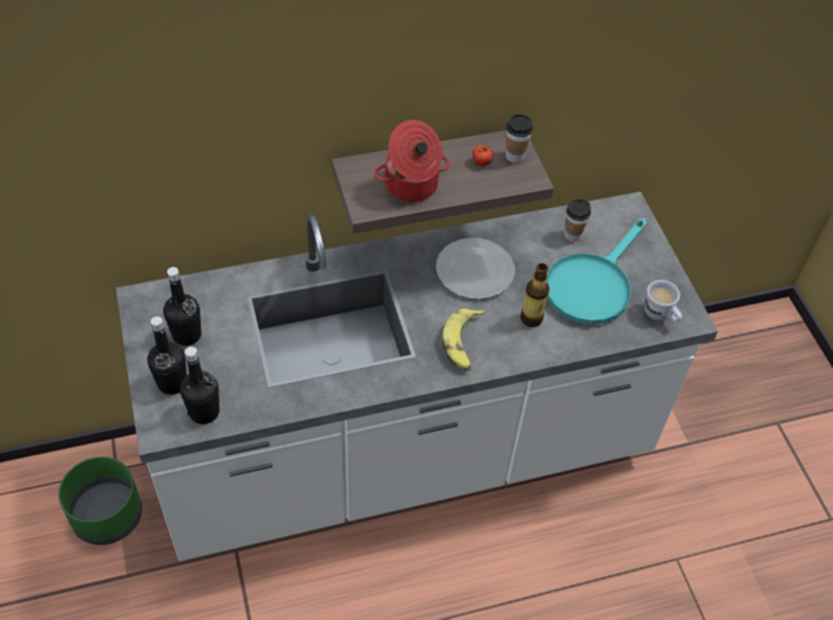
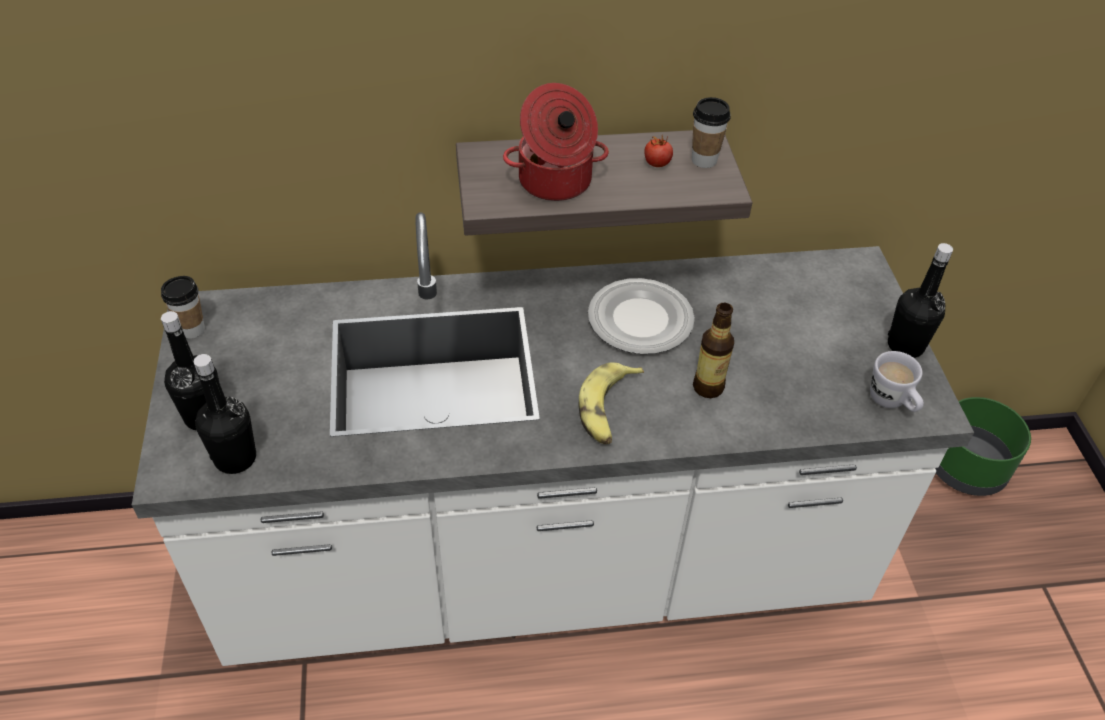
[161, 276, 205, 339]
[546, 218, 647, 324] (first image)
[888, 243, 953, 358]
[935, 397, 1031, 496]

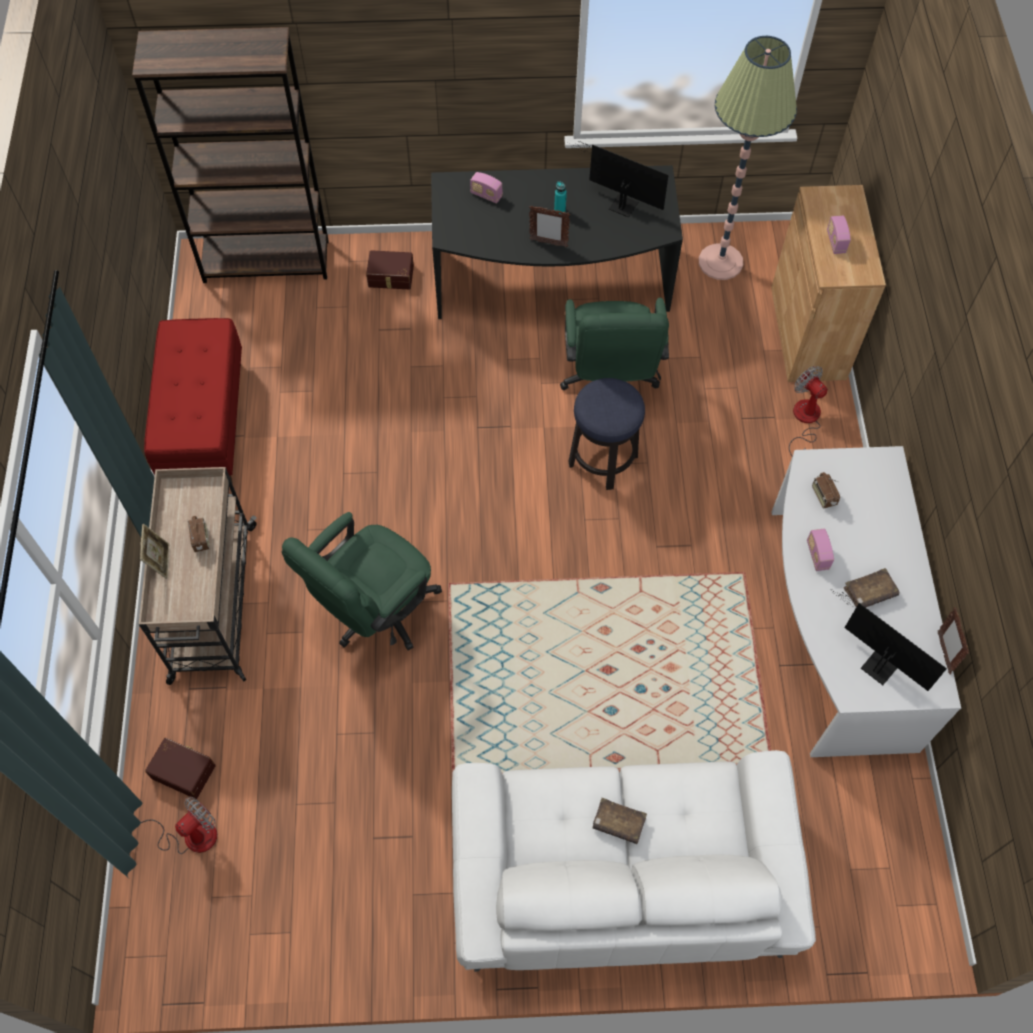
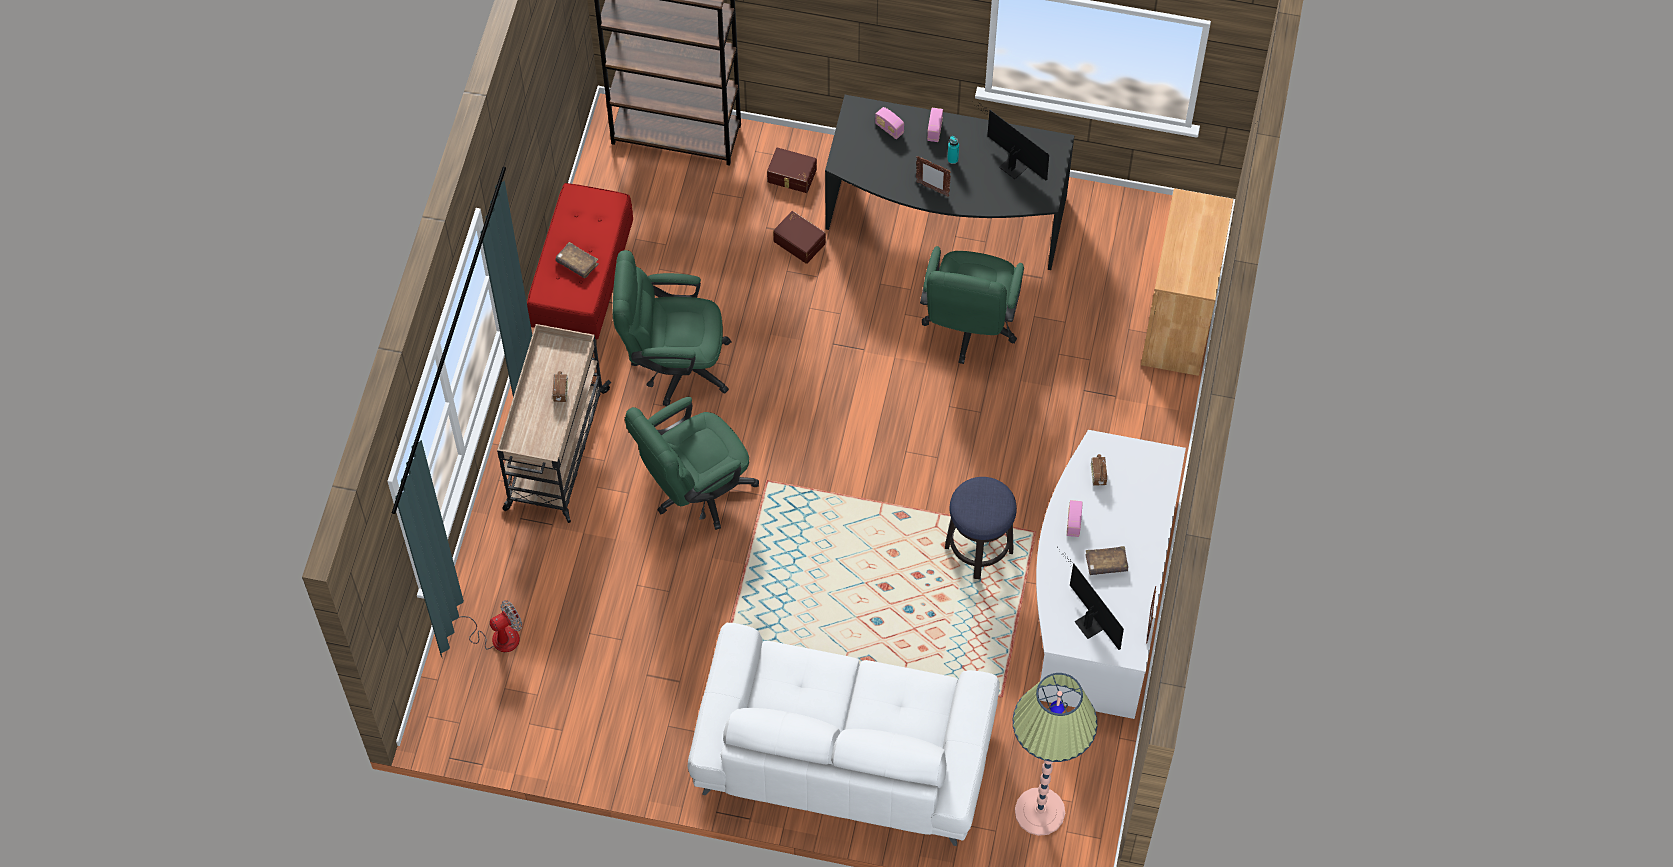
[1013, 673, 1097, 836]
[927, 108, 943, 142]
[789, 366, 828, 456] (first image)
[945, 477, 1017, 579]
[140, 524, 169, 579] (first image)
[773, 211, 826, 264]
[555, 242, 599, 278]
[613, 250, 732, 406]

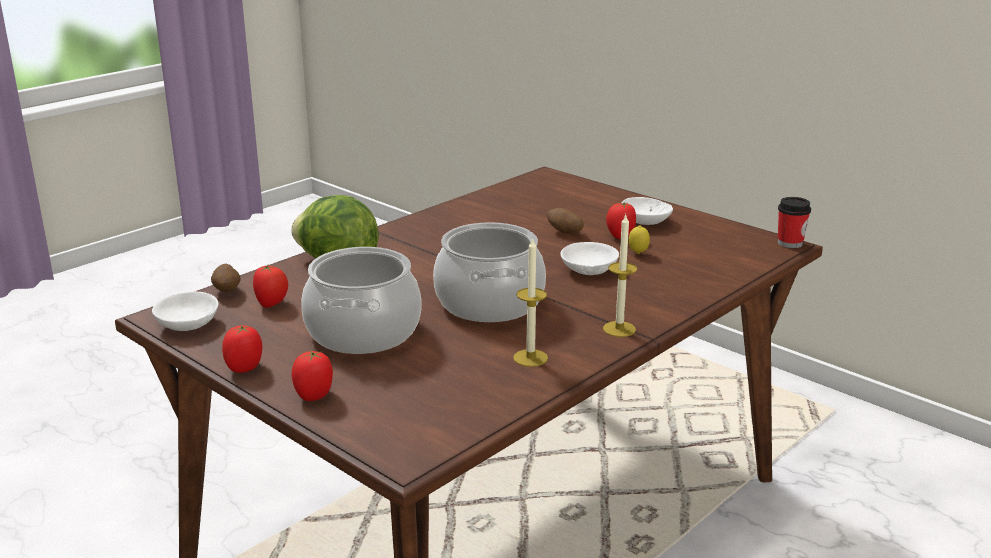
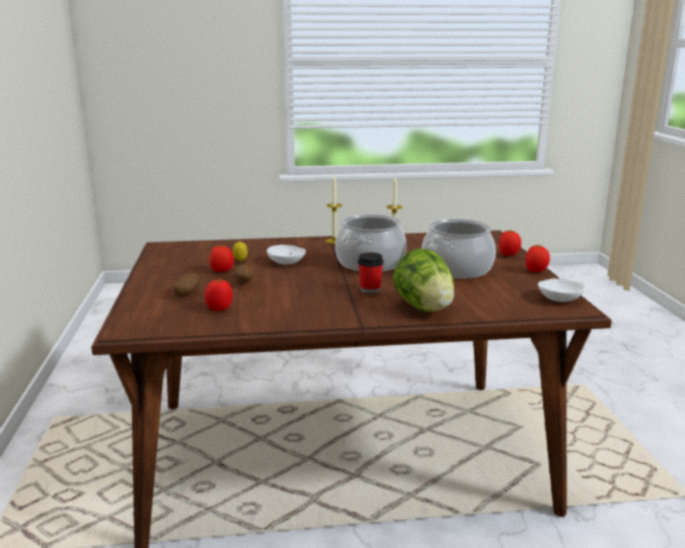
[622, 197, 673, 225] (first image)
[358, 252, 384, 294]
[173, 273, 200, 296]
[205, 279, 233, 311]

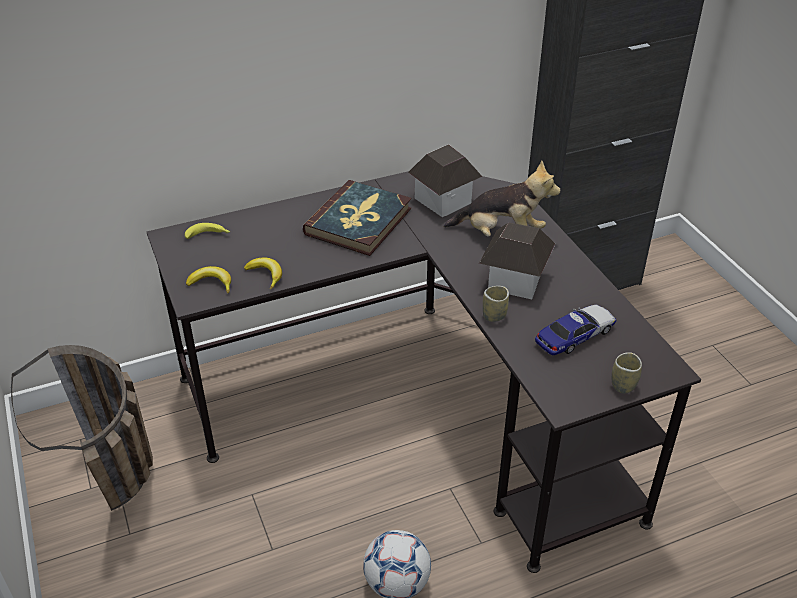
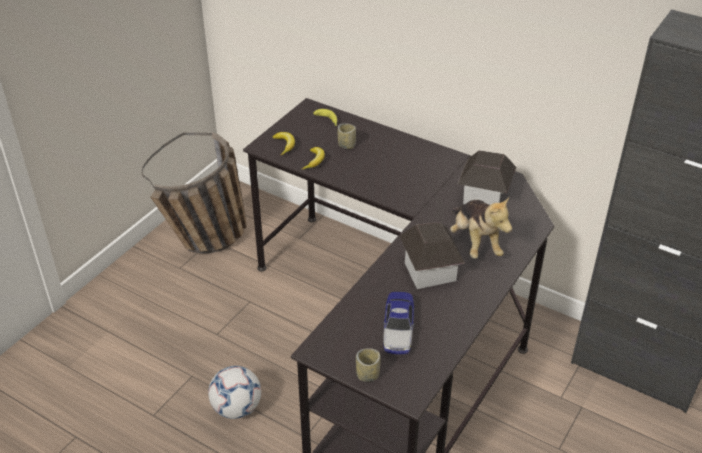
[303, 180, 411, 256] (first image)
[338, 123, 356, 149]
[383, 292, 414, 354]

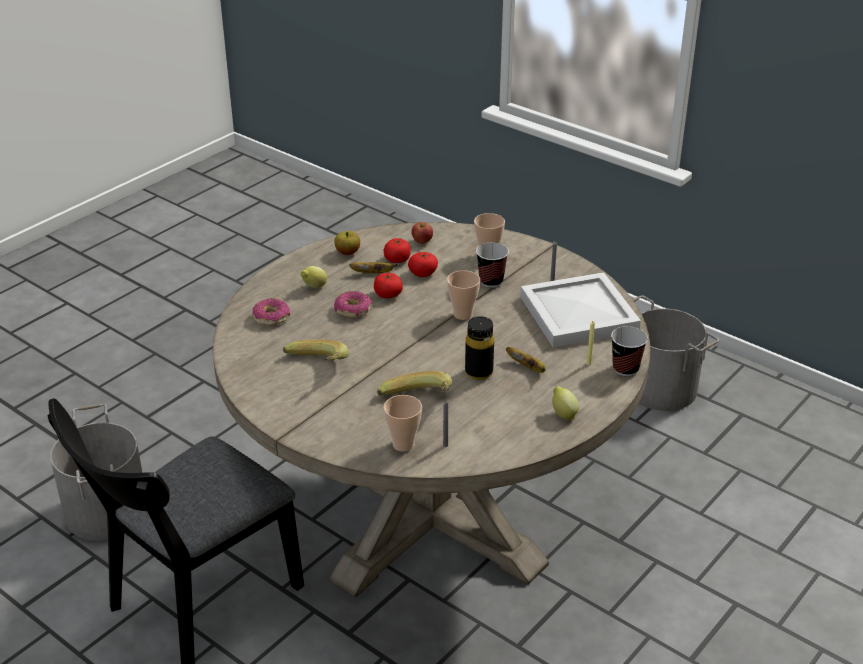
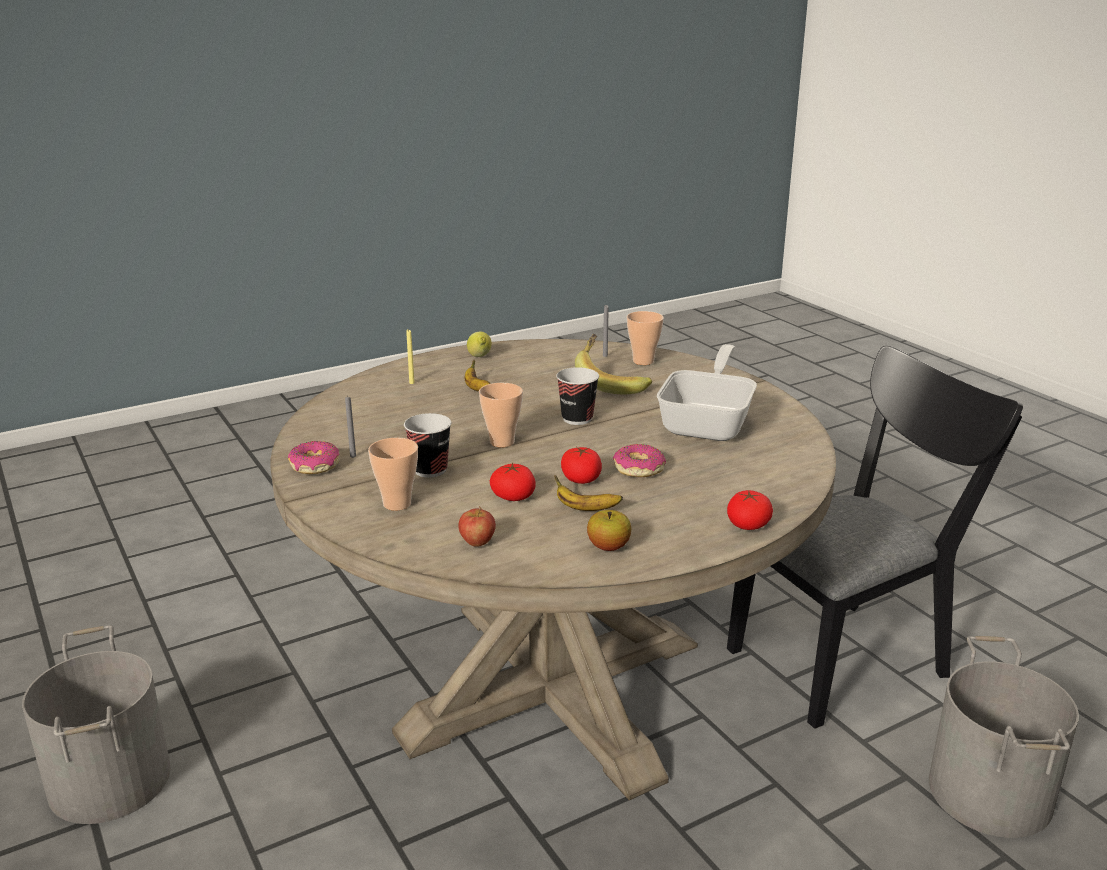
[727, 490, 773, 530]
[301, 266, 327, 288] (first image)
[520, 272, 641, 347] (first image)
[288, 441, 340, 474]
[465, 316, 494, 380] (first image)
[556, 367, 599, 425]
[657, 344, 757, 441]

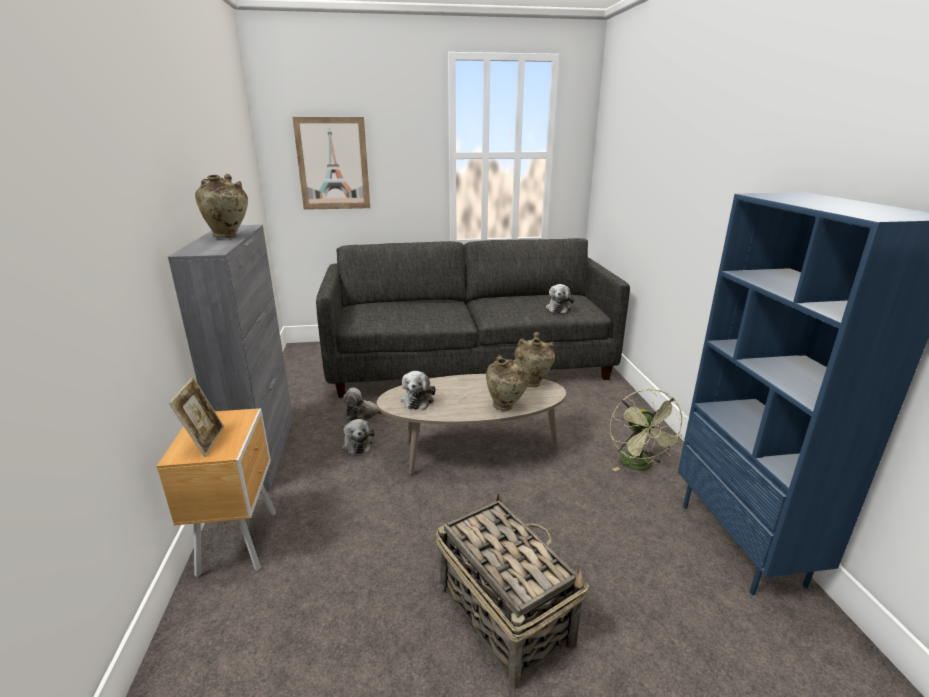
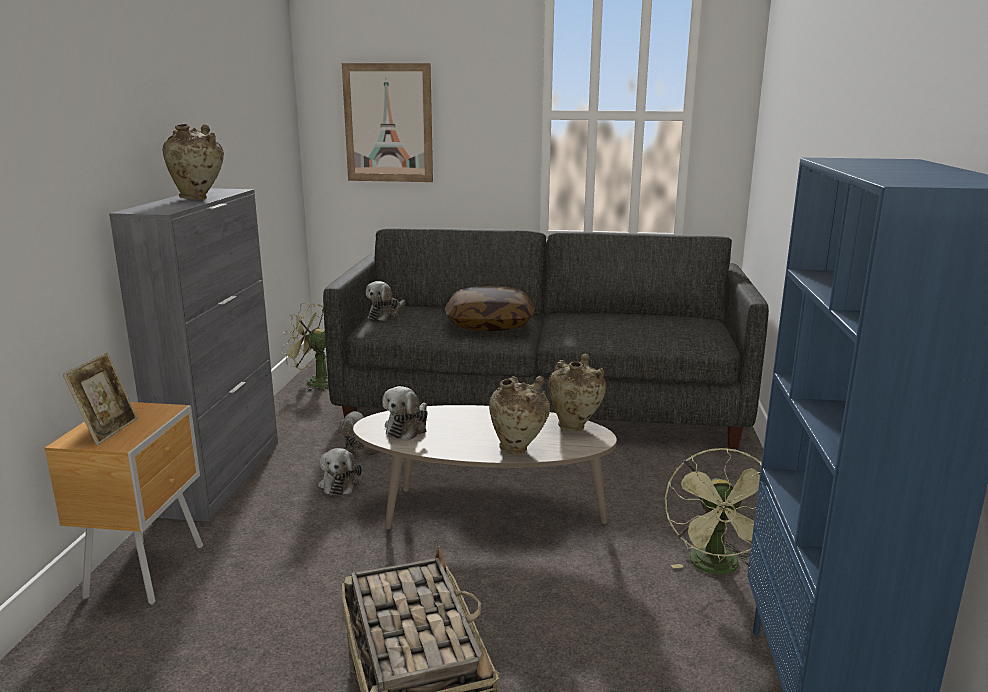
[366, 281, 405, 321]
[445, 285, 535, 331]
[282, 303, 329, 391]

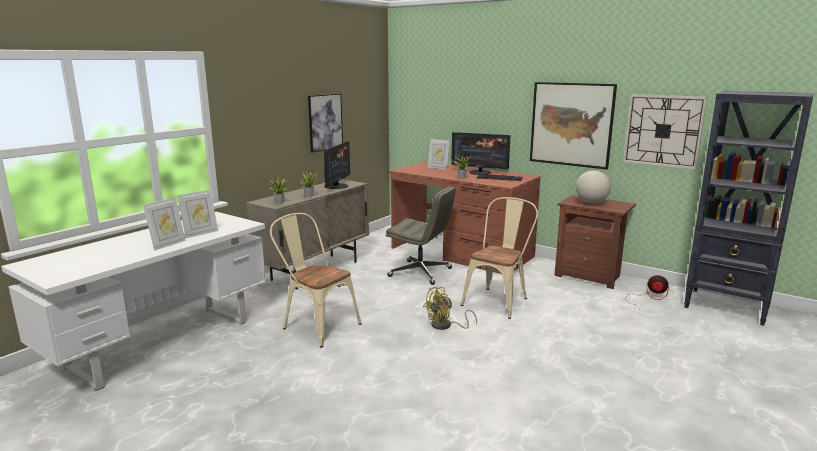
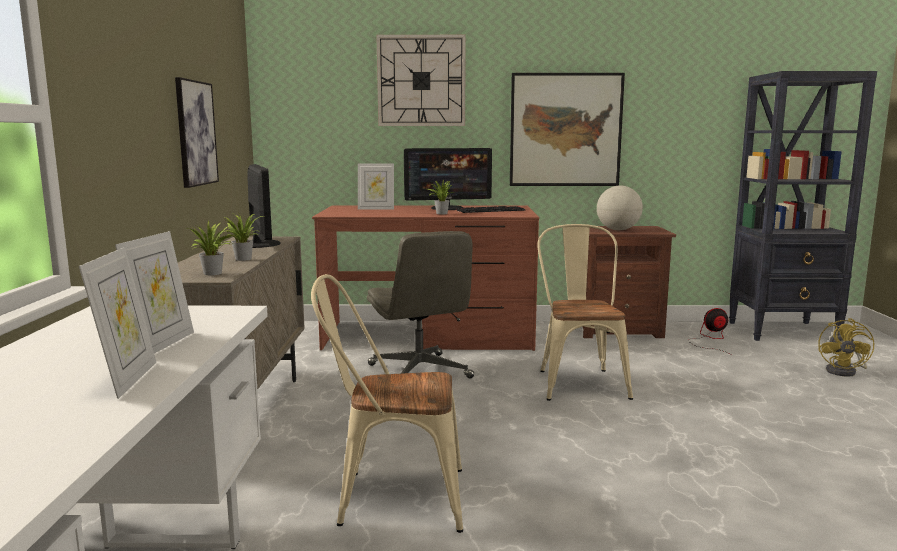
[376, 35, 466, 126]
[367, 231, 474, 378]
[818, 318, 874, 377]

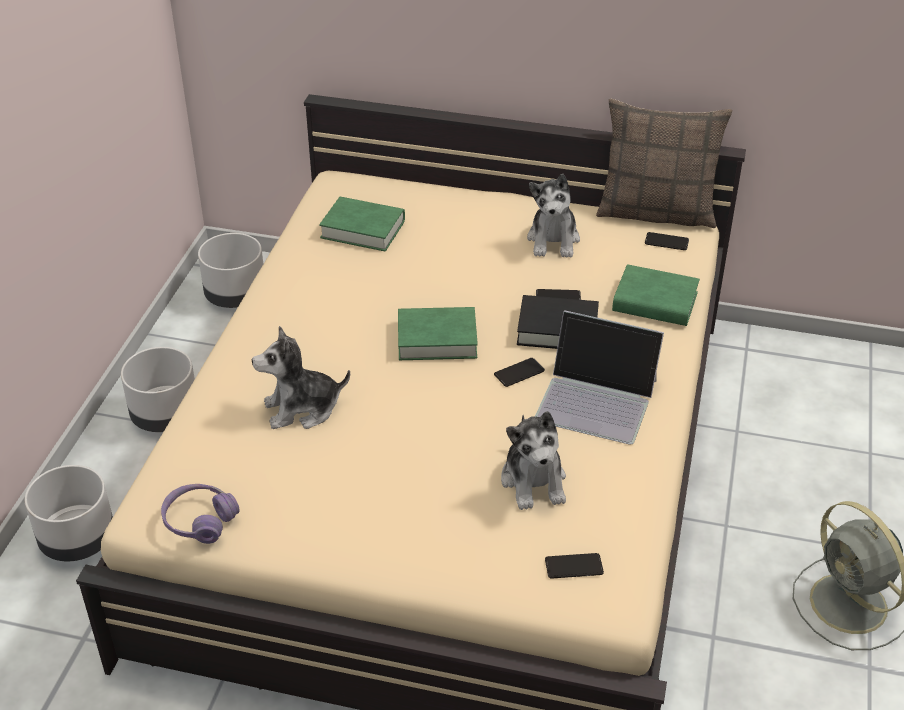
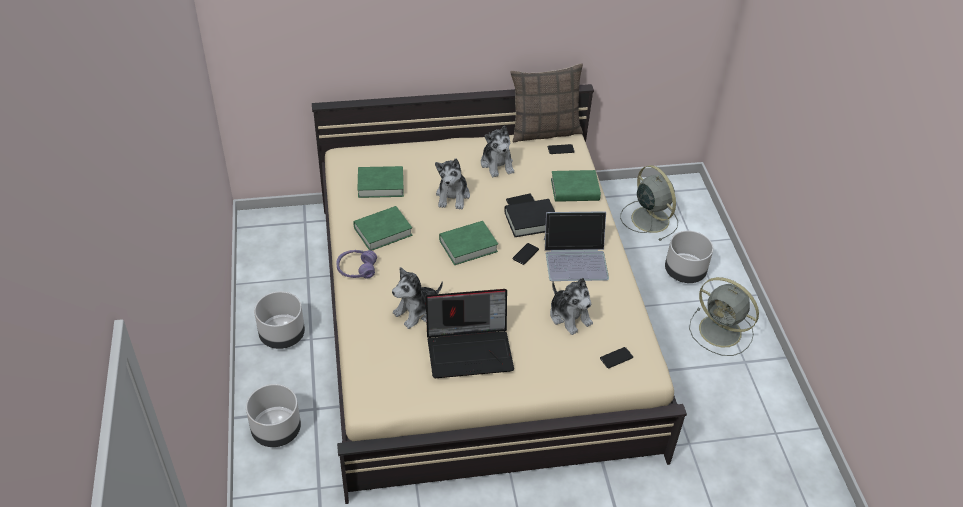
[665, 231, 713, 283]
[336, 250, 377, 279]
[435, 159, 470, 210]
[620, 165, 678, 241]
[353, 206, 412, 251]
[426, 289, 514, 378]

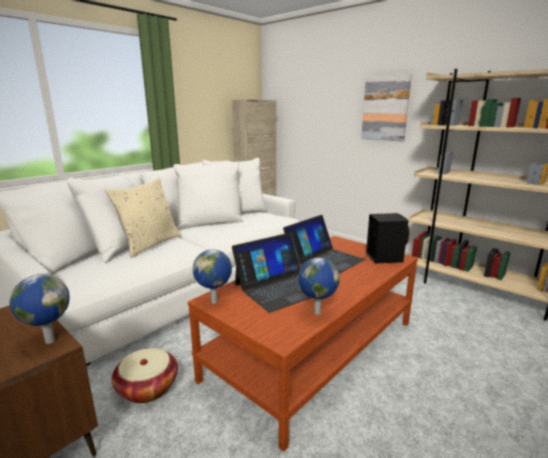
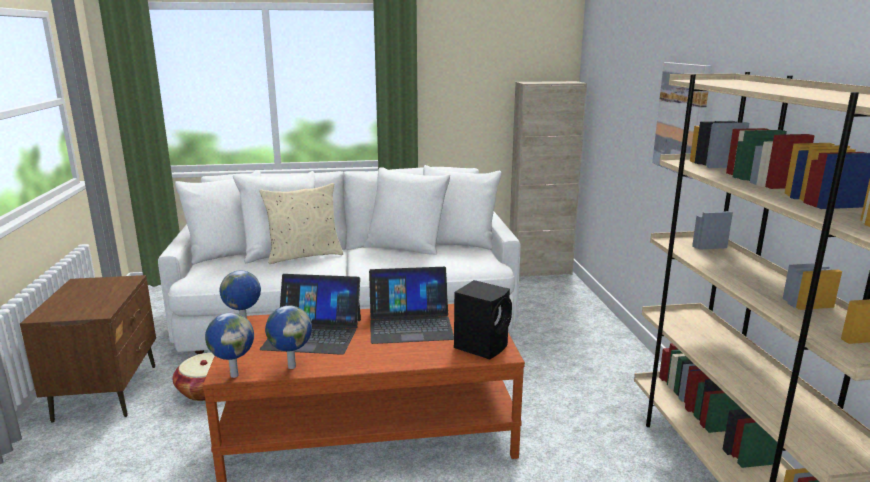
[205, 313, 254, 378]

